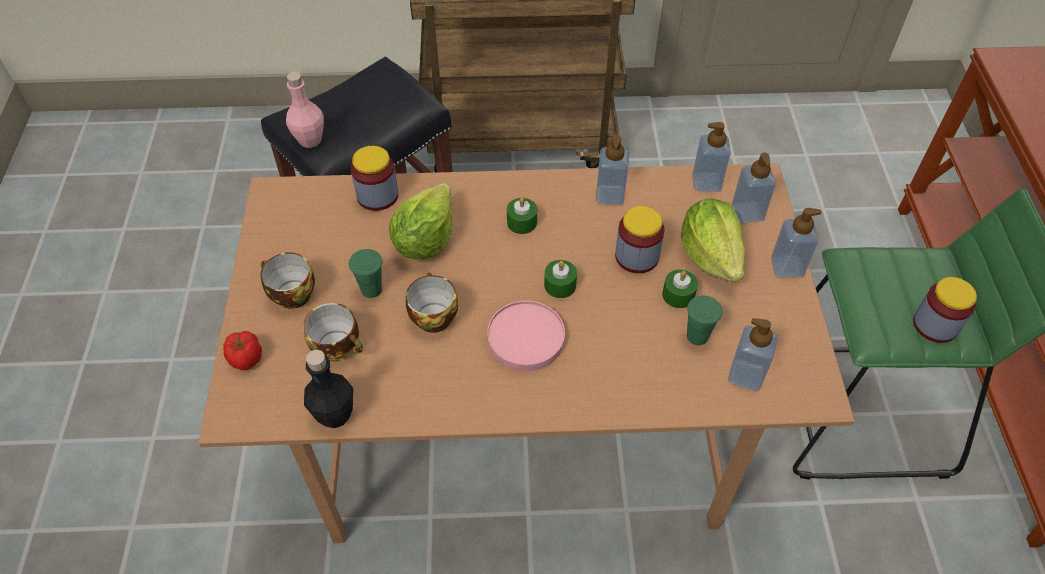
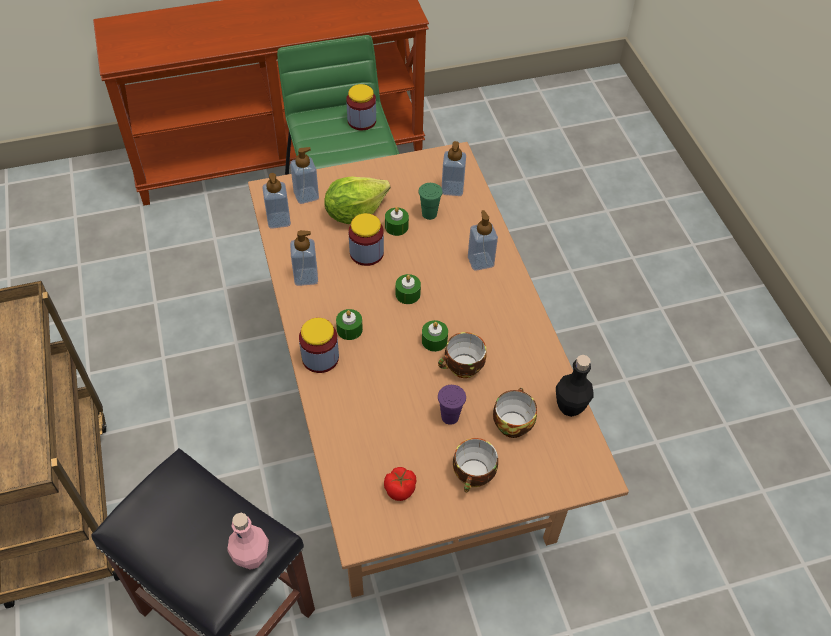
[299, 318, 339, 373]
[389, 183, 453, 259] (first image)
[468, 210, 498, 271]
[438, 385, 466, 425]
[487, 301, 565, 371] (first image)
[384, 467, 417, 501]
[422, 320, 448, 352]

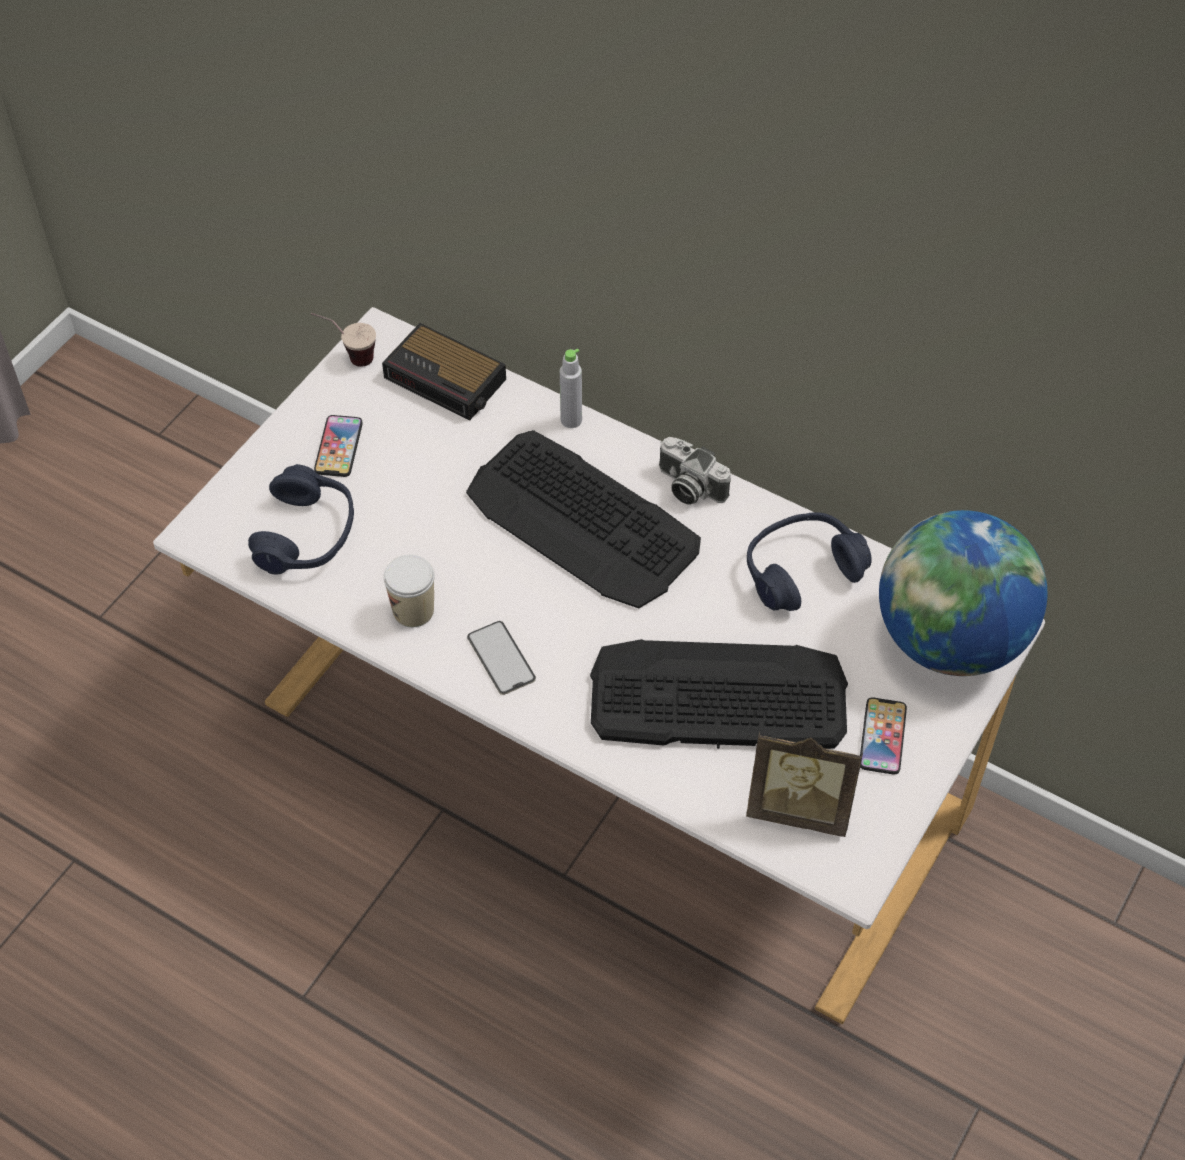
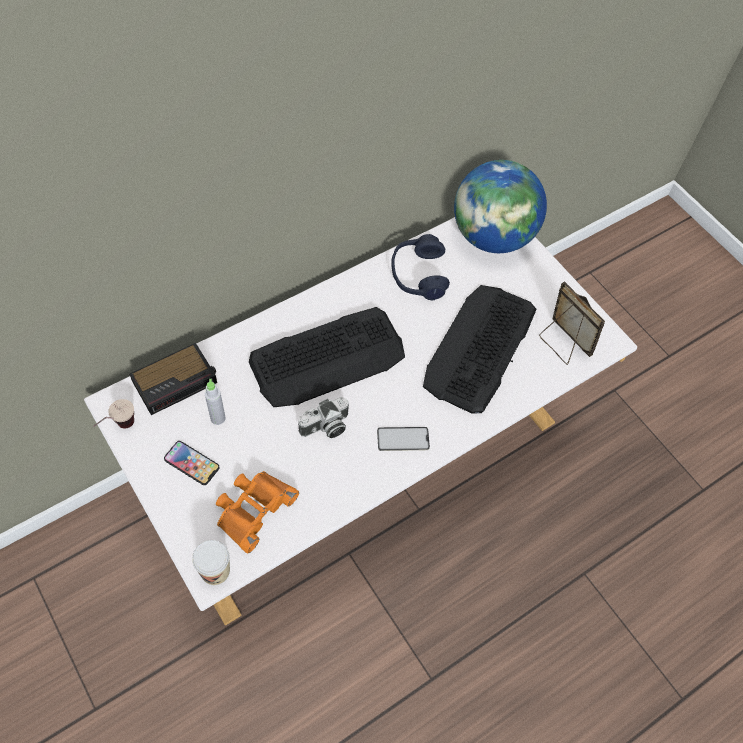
[205, 379, 226, 425]
[298, 397, 349, 438]
[216, 471, 299, 553]
[192, 540, 230, 585]
[860, 697, 907, 775] (first image)
[539, 281, 605, 365]

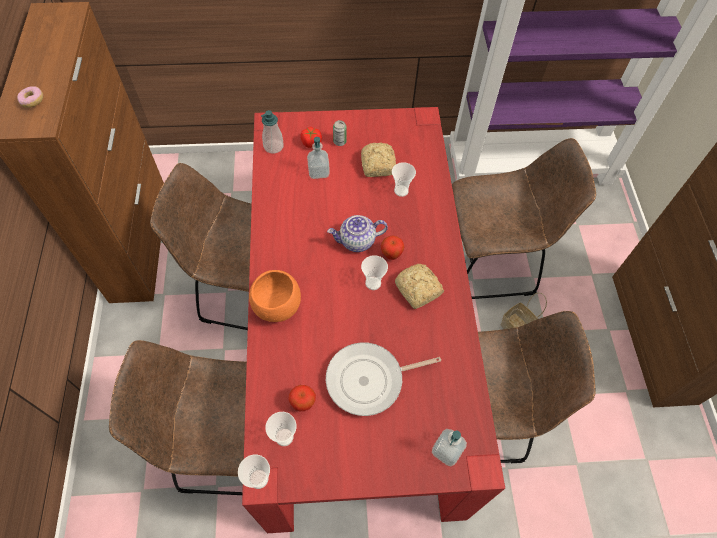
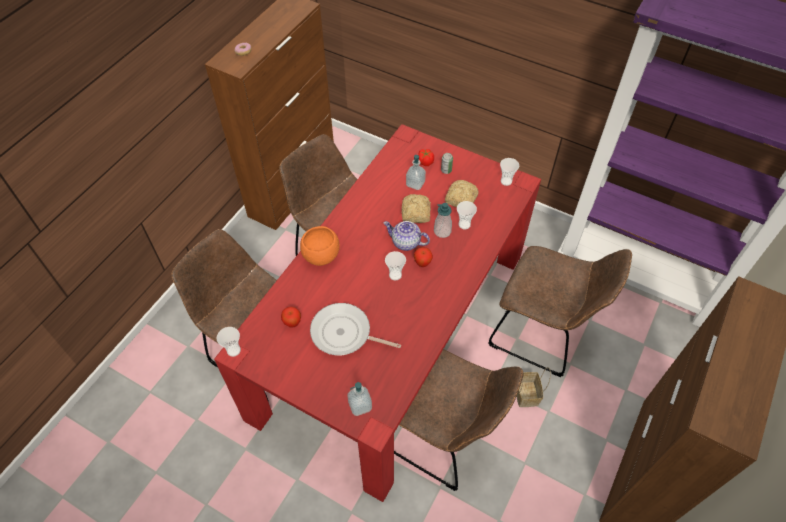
[434, 203, 452, 238]
[402, 194, 431, 223]
[500, 158, 519, 186]

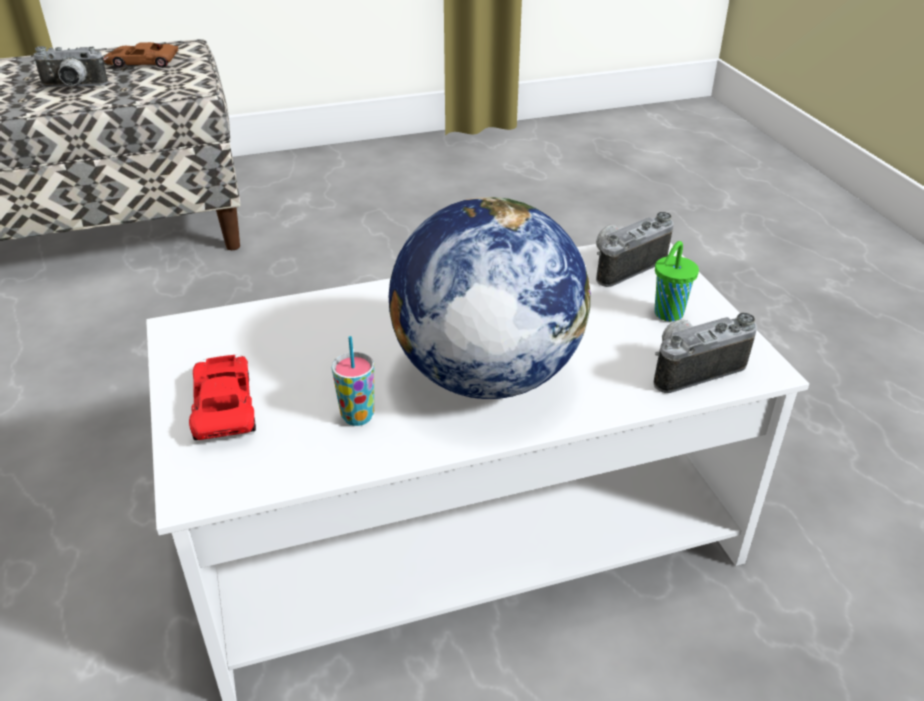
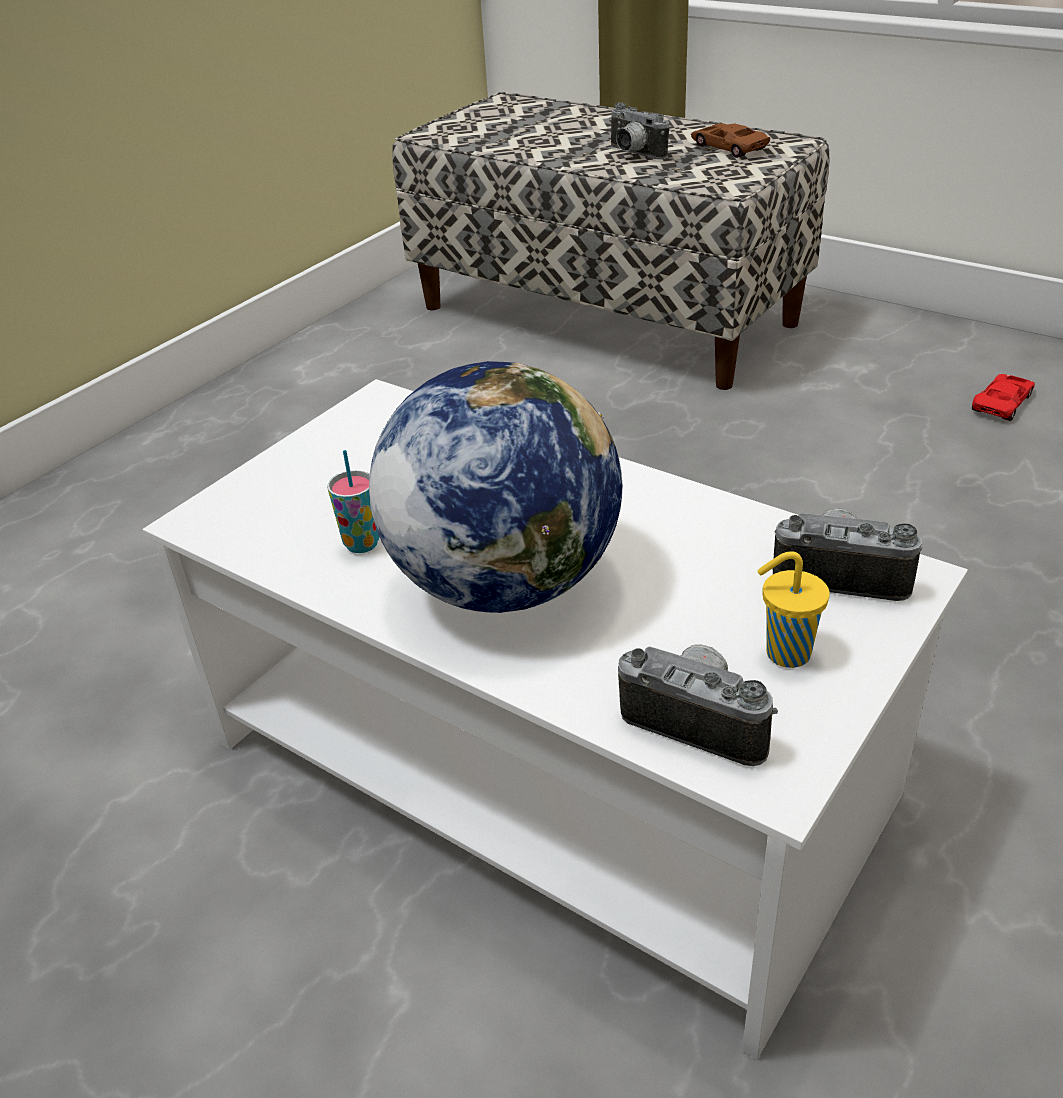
[757, 551, 830, 668]
[972, 374, 1035, 421]

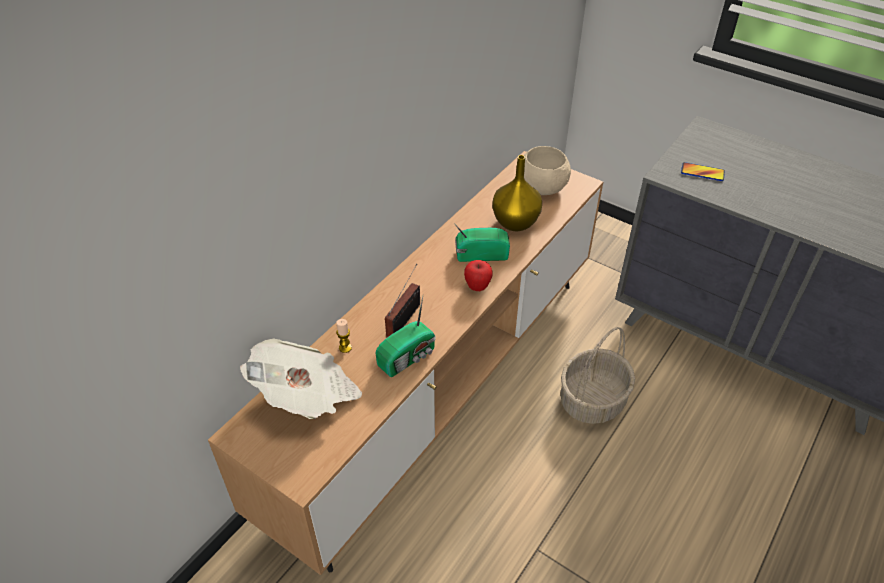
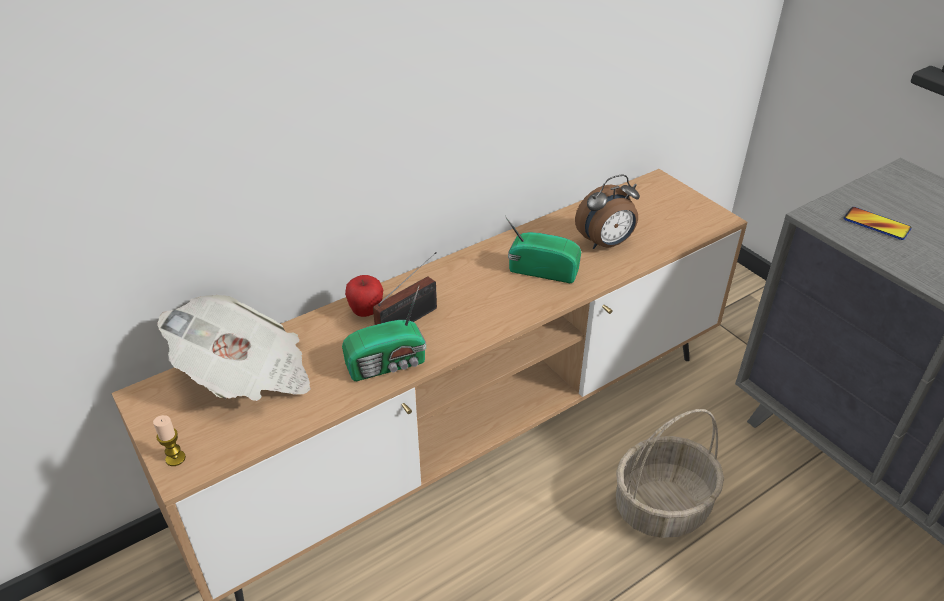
[524, 146, 571, 195] (first image)
[575, 174, 640, 249]
[345, 275, 383, 317]
[153, 415, 186, 466]

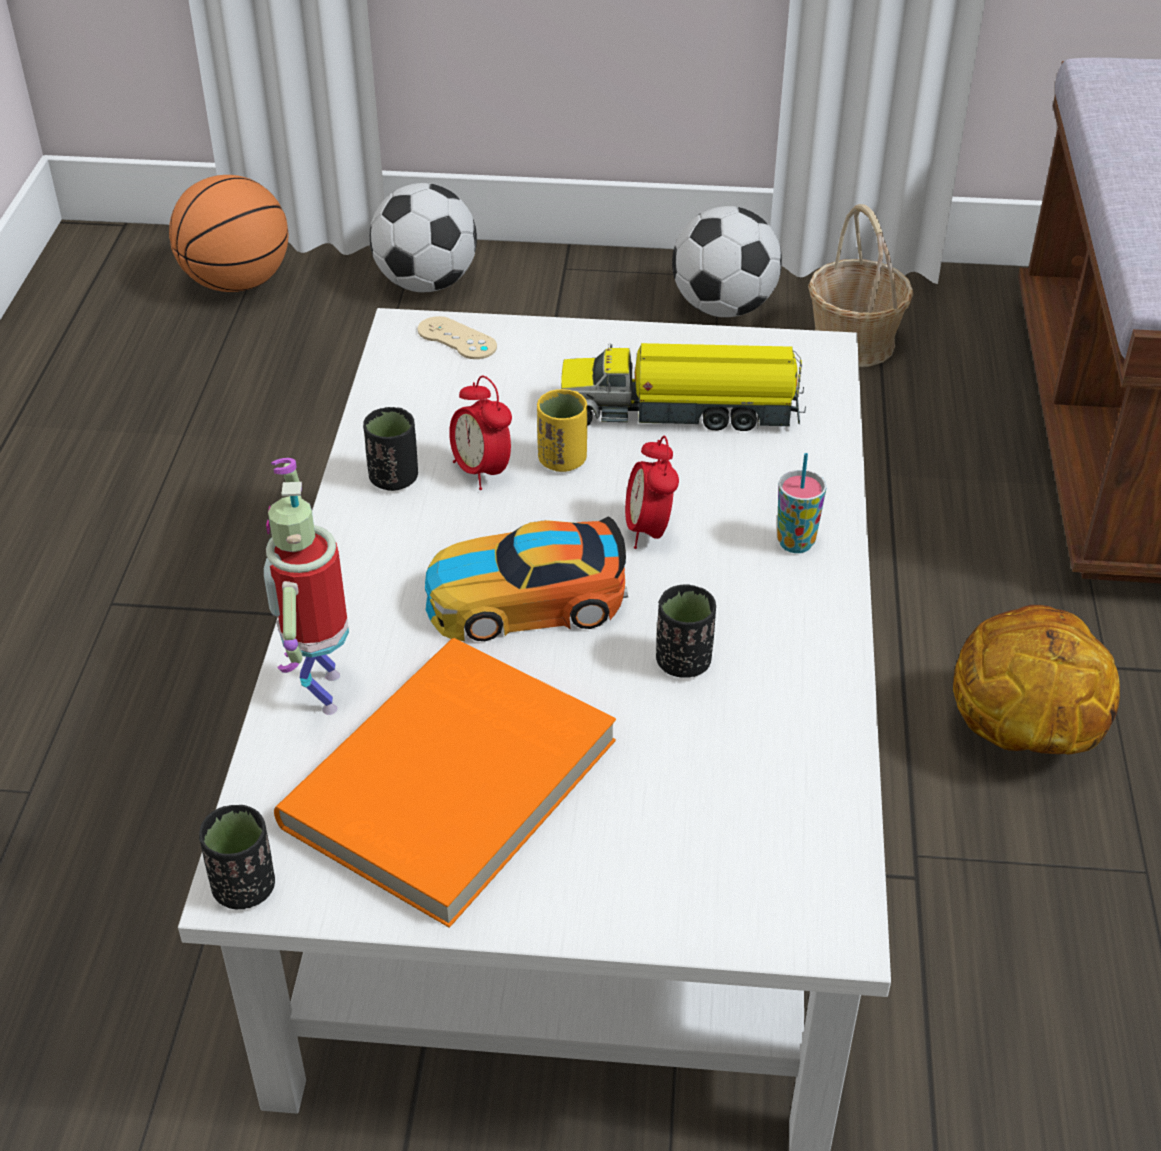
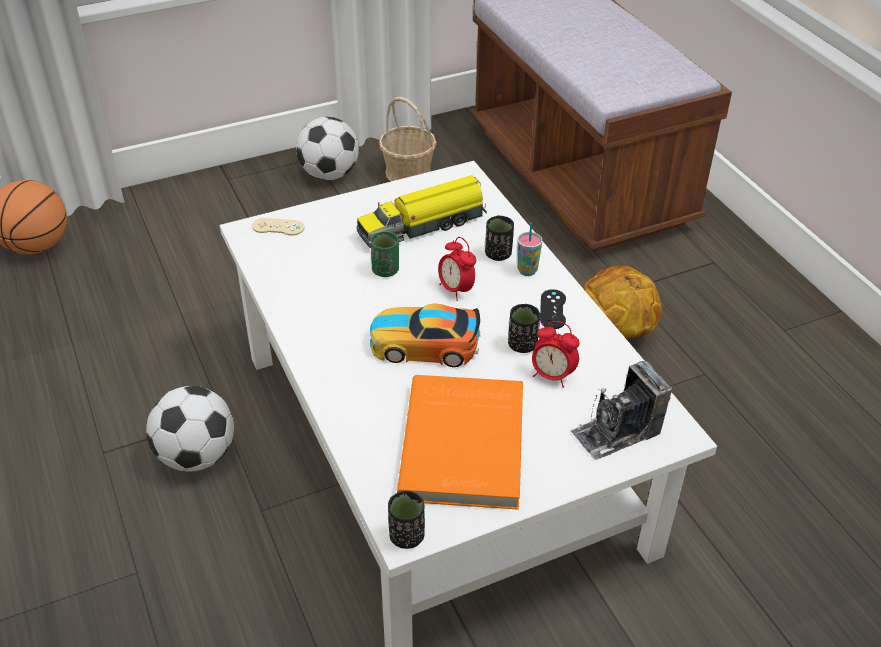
[146, 386, 234, 472]
[532, 321, 580, 388]
[371, 231, 399, 277]
[485, 215, 514, 261]
[264, 458, 349, 715] (first image)
[370, 304, 481, 367]
[540, 289, 566, 329]
[570, 361, 672, 460]

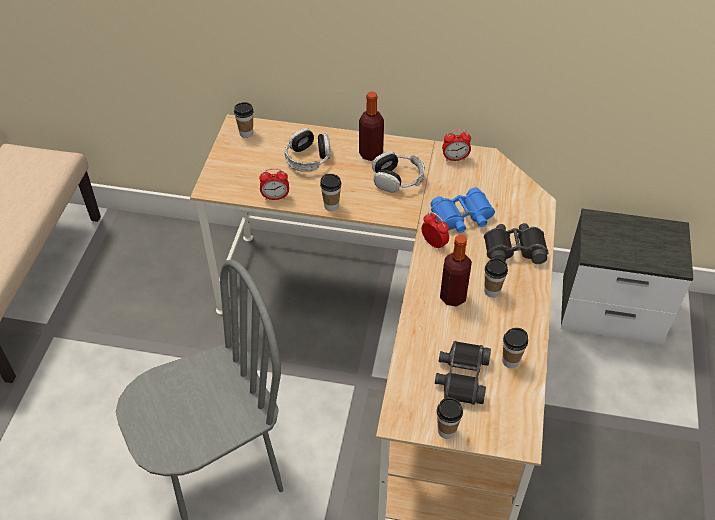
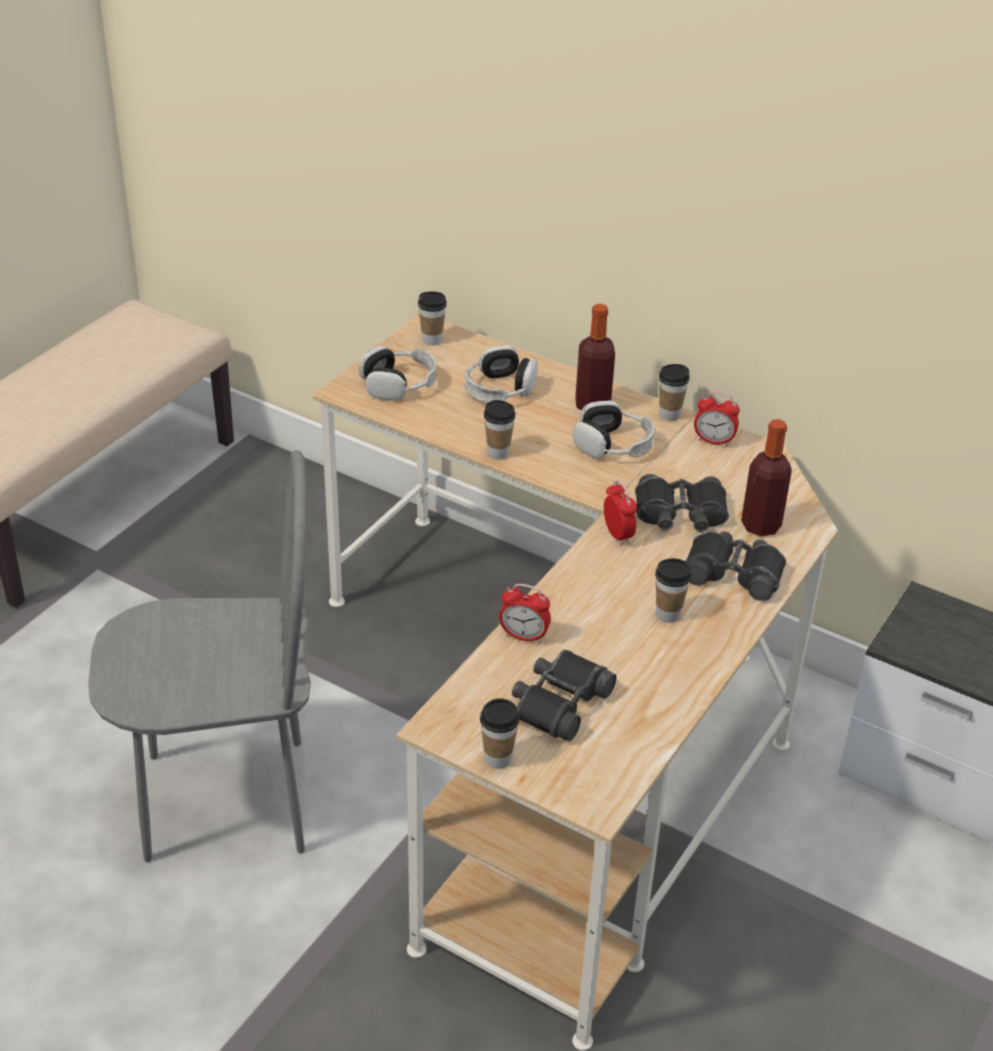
[499, 584, 551, 643]
[635, 474, 729, 532]
[741, 419, 792, 536]
[659, 364, 690, 421]
[359, 346, 437, 401]

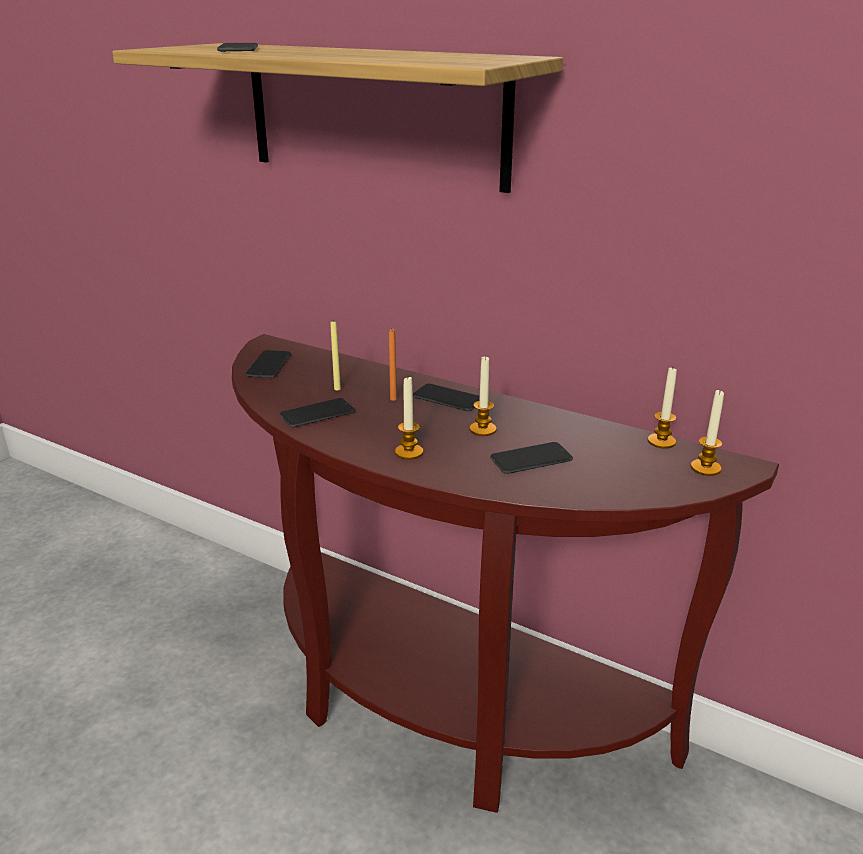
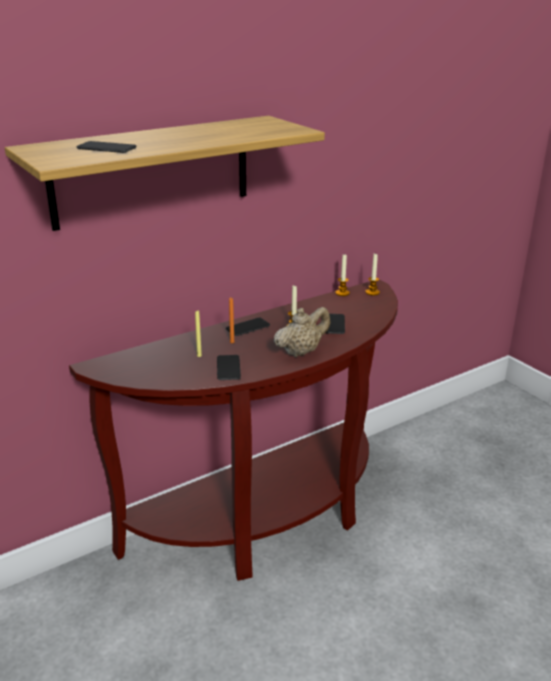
[246, 350, 291, 378] (first image)
[274, 307, 330, 357]

